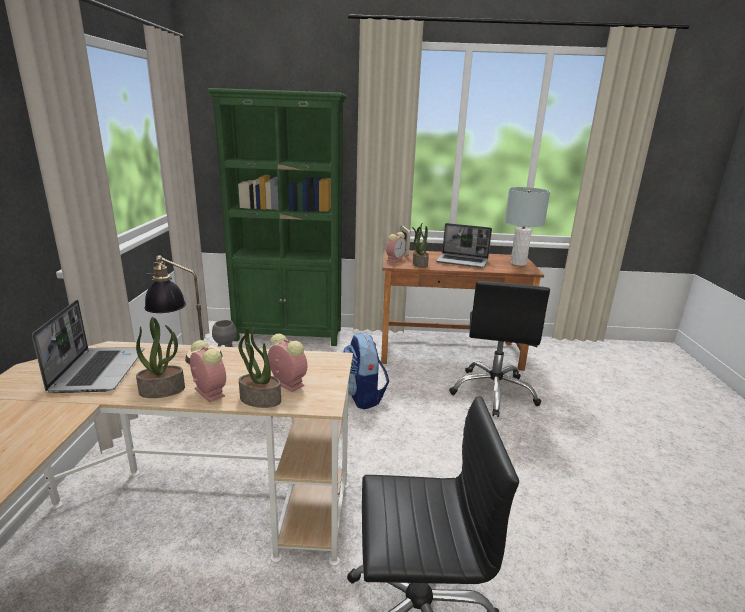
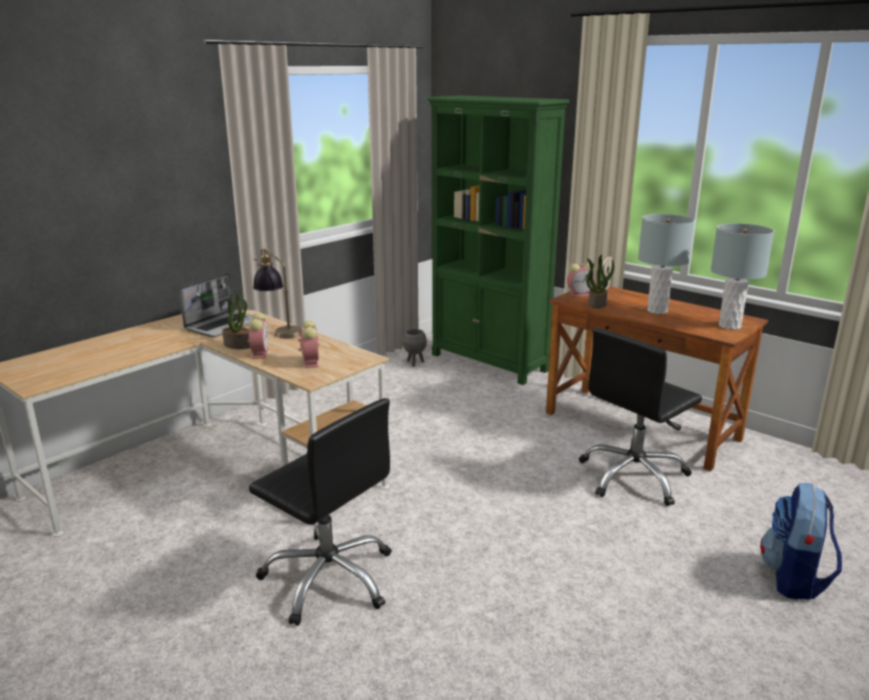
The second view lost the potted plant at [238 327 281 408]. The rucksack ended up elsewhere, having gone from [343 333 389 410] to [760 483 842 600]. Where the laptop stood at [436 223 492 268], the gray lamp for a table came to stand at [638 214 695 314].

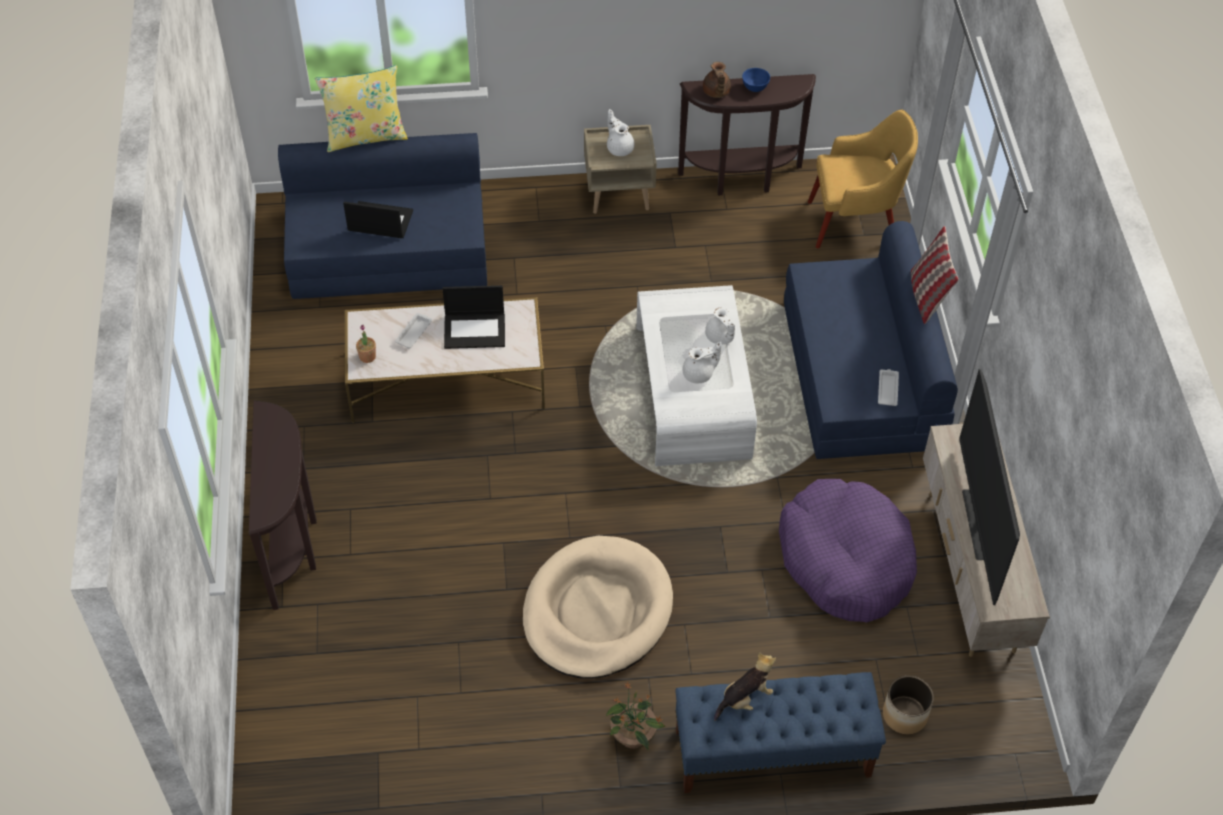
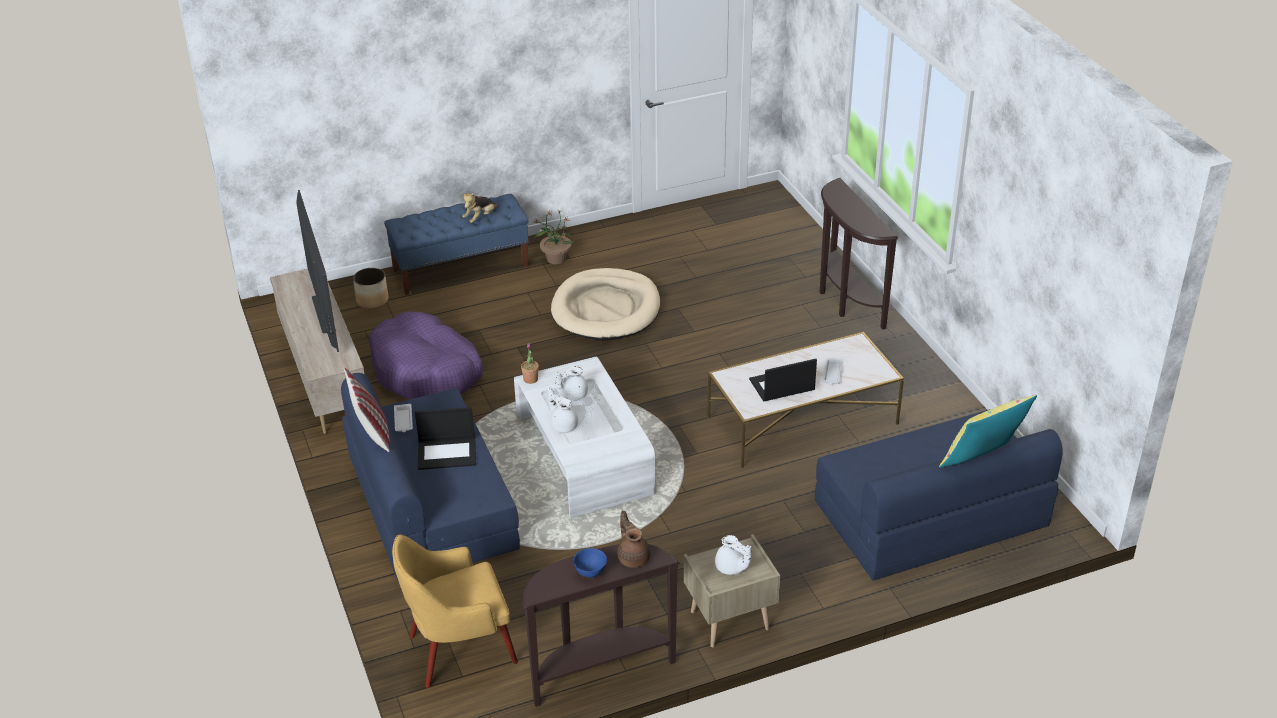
The laptop ended up elsewhere, having gone from [343 201 413 238] to [415 407 476 470]. The potted plant ended up elsewhere, having gone from [356 325 376 363] to [521 344 539 384].

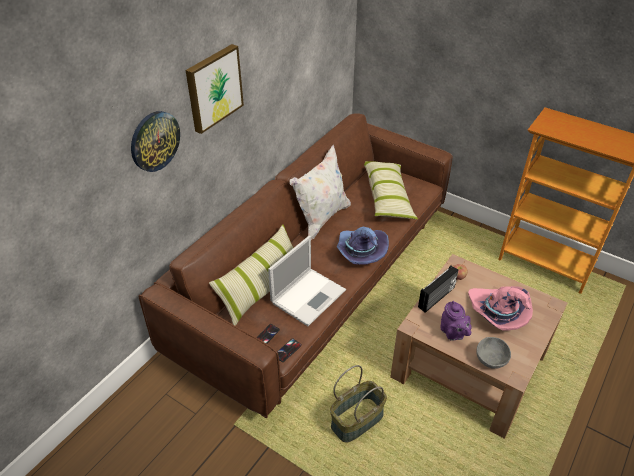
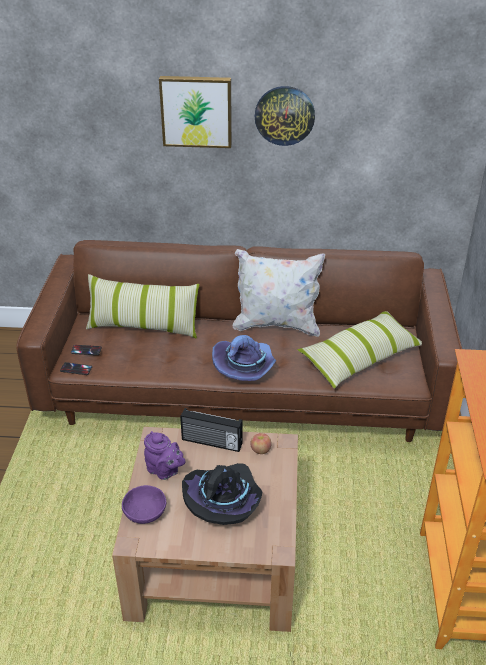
The wall clock ended up elsewhere, having gone from [131 111 180 172] to [255 86 315 146]. The second view lost the laptop at [268 236 346 326]. The second view lost the storage basket at [330 365 387 442]. The purple teapot at [440 301 471 341] ended up facing another way, 90 degrees counterclockwise from before. What was the pinkish hat at [468 286 533 331] turned into the black-coloured hat at [182 463 263 525]. What was the gray serving bowl at [476 337 511 369] turned into the purple serving bowl at [122 485 166 524].

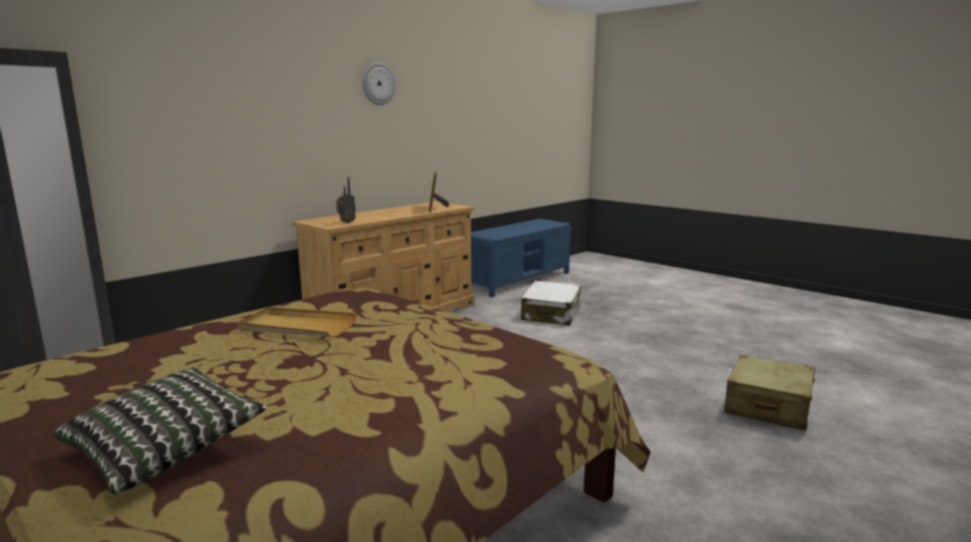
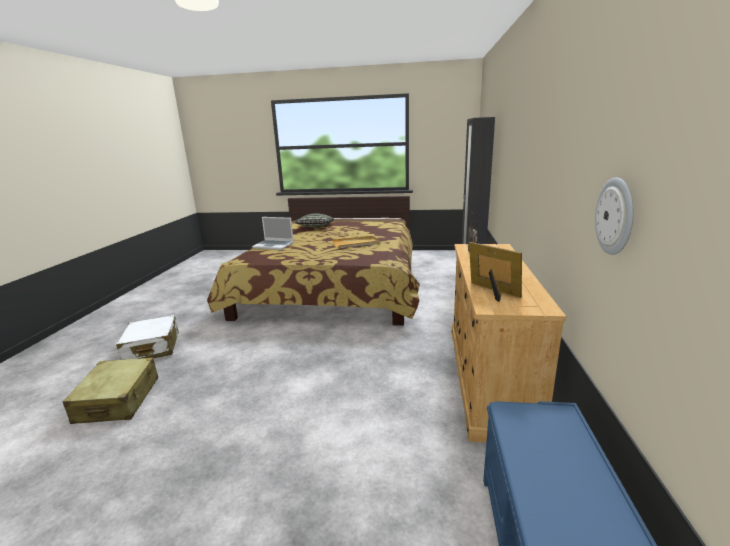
The wall clock ended up elsewhere, having gone from [362 62 396 105] to [595 177 634 255]. The white piece of luggage ended up elsewhere, having gone from [521 281 581 326] to [116 315 179 360]. The second view gained the laptop at [252 217 294 250].

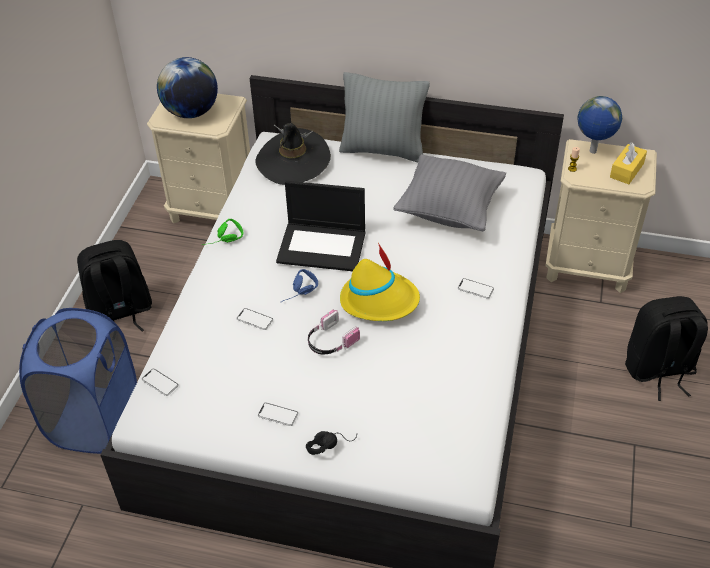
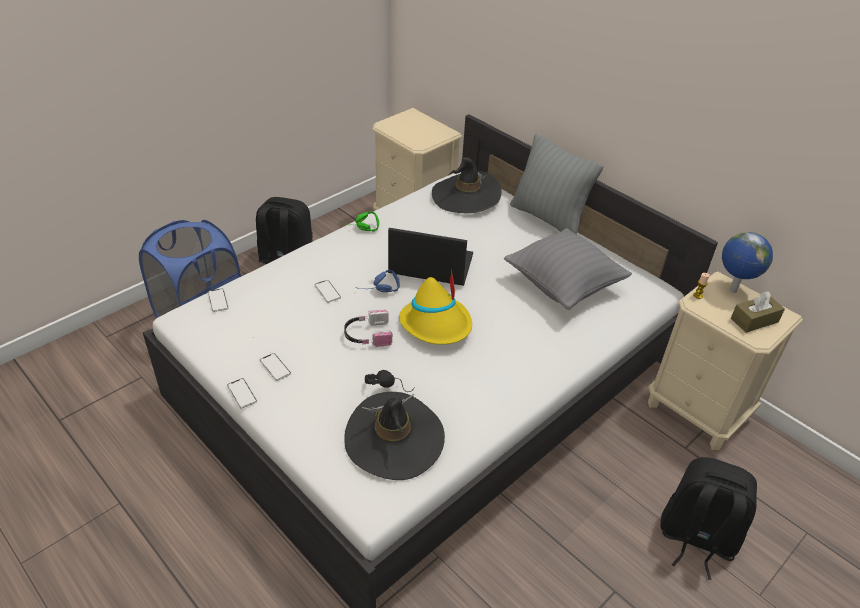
The second view lost the world globe at [157 57 218 118]. The laptop at [276 181 365 271] ended up facing another way, 150 degrees clockwise from before. The black-coloured headset ended up elsewhere, having gone from [306 431 357 455] to [365 370 415 392]. The phone ended up elsewhere, having gone from [458 278 494 299] to [227 378 257 409]. What was the yellow-coloured tissue box at [610 143 647 184] turned into the brownish tissue box at [731 291 785 333]. The second view gained the black-coloured hat at [344 392 445 480].

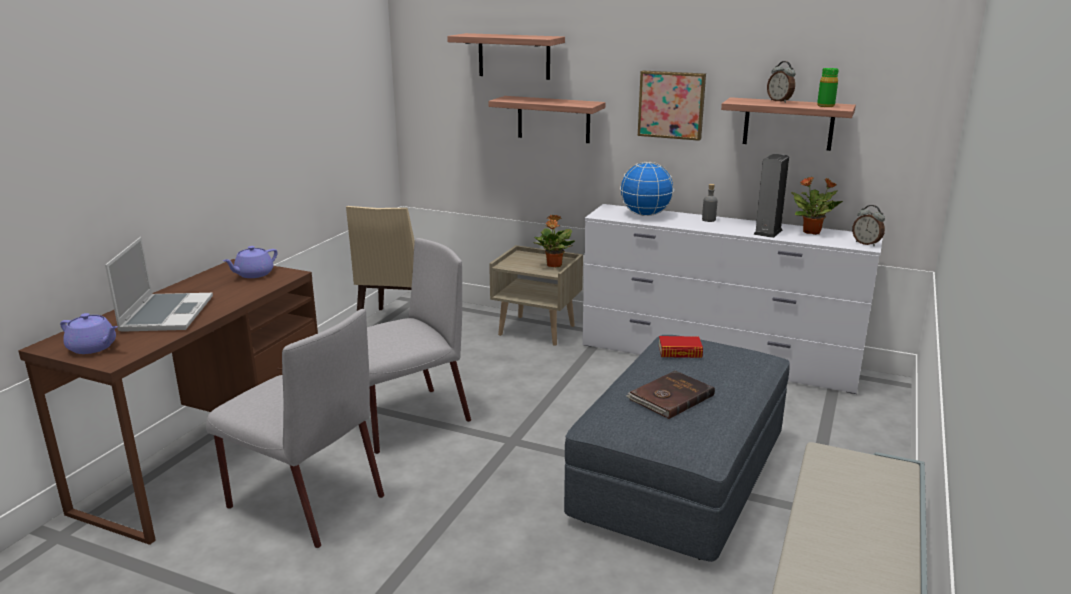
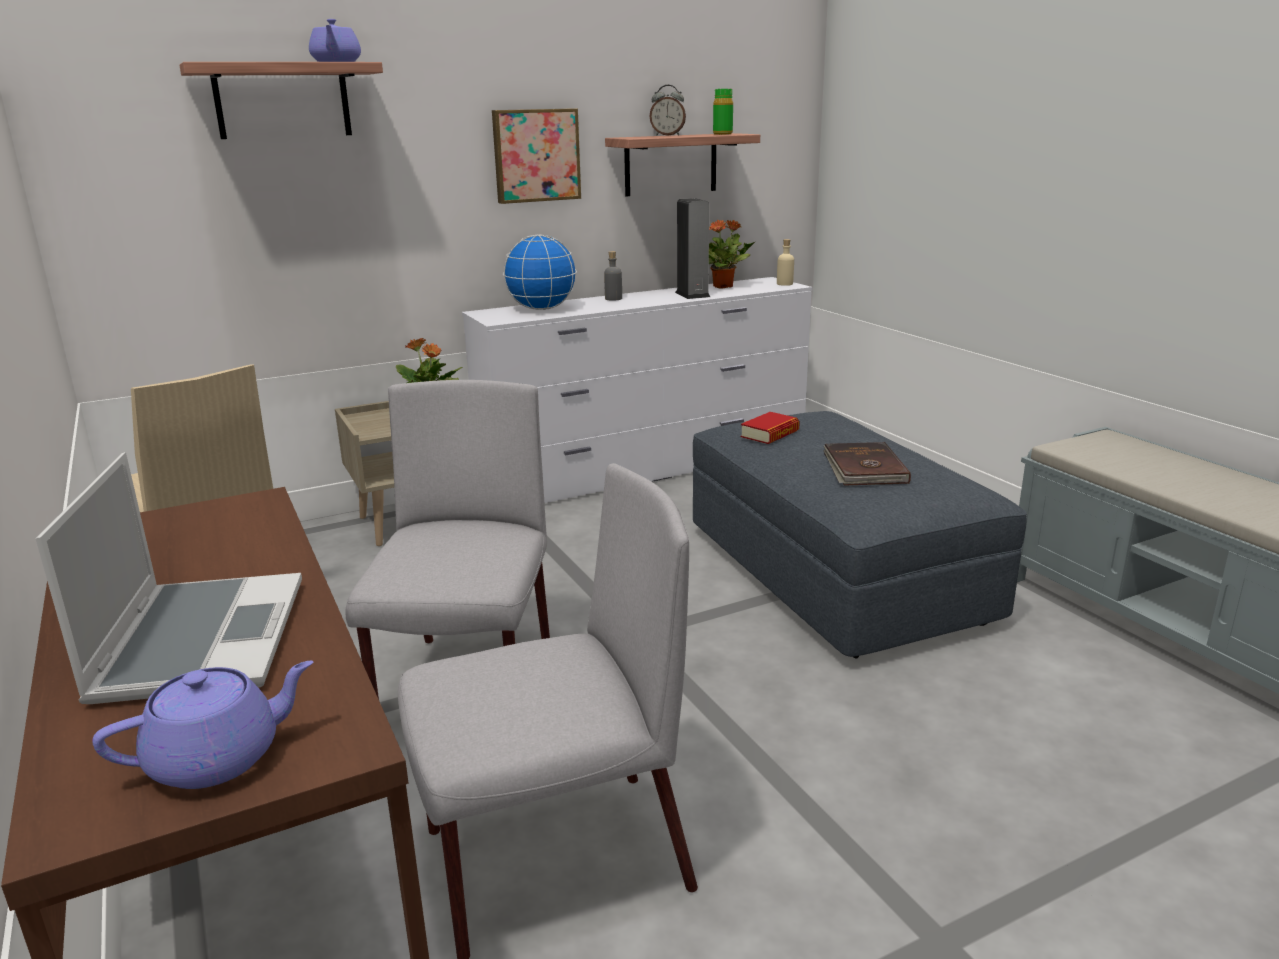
The laptop at [105 237 213 332] ended up facing another way, 45 degrees clockwise from before. The purple teapot ended up elsewhere, having gone from [223 246 278 278] to [309 19 361 62]. The second view lost the wall shelf at [488 96 605 143]. Where the bedside clock stood at [852 205 885 246], the sand-coloured bottle came to stand at [777 239 794 286].

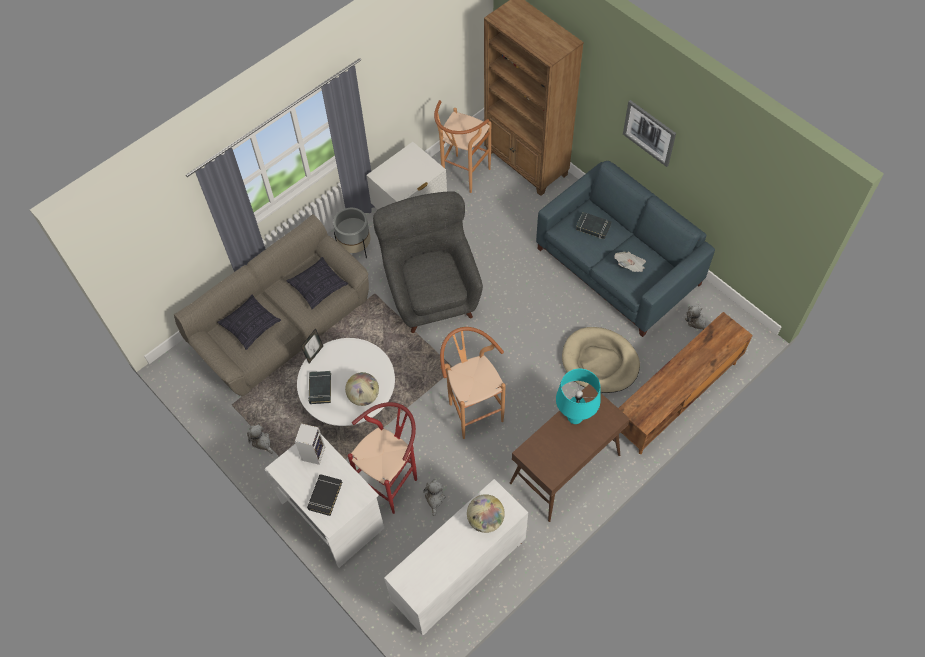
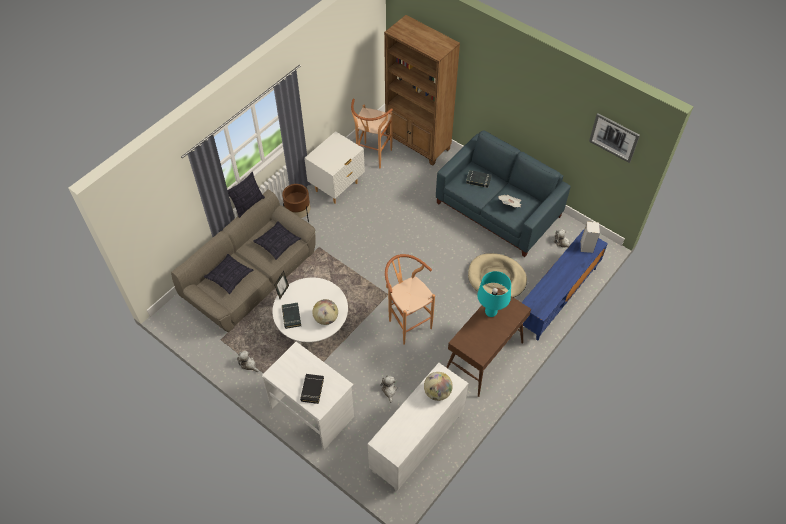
The loudspeaker ended up elsewhere, having gone from [295 423 325 465] to [581 221 600 253]. What was the gray planter at [333 208 370 258] turned into the brownish planter at [282 184 311 222]. The second view lost the red stool at [348 402 417 514]. The second view lost the gray lounge chair at [373 191 483 333]. What was the brownish tv unit at [618 312 753 454] turned into the blue tv unit at [521 229 608 341]. The wall picture ended up elsewhere, having gone from [623 100 676 167] to [589 113 640 163]. The second view gained the pillow at [228 172 265 218].

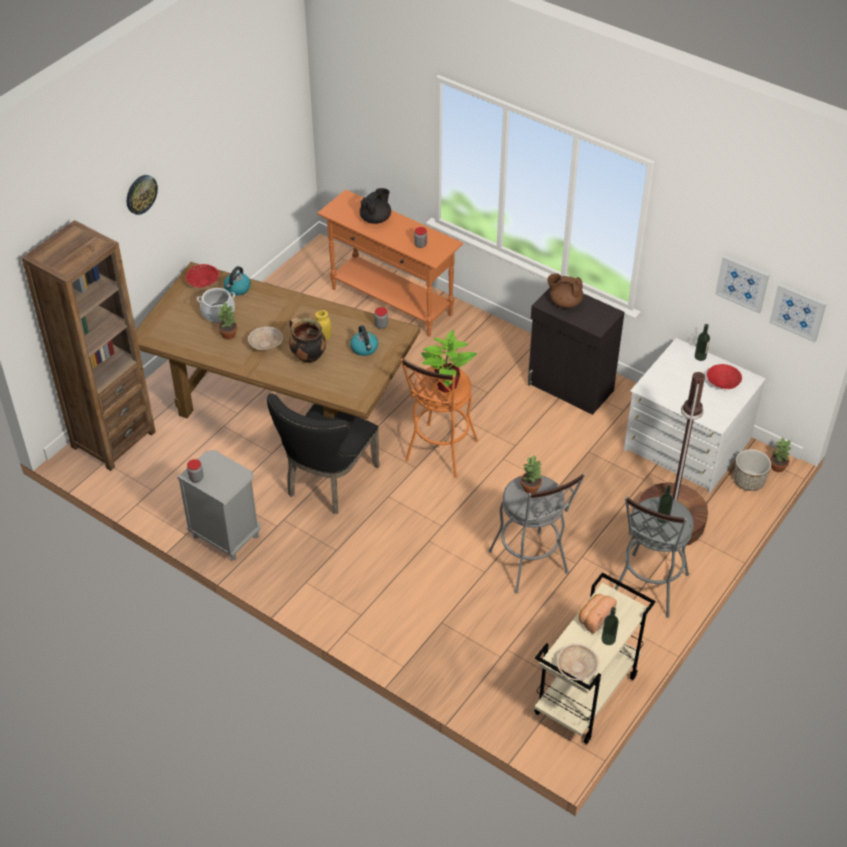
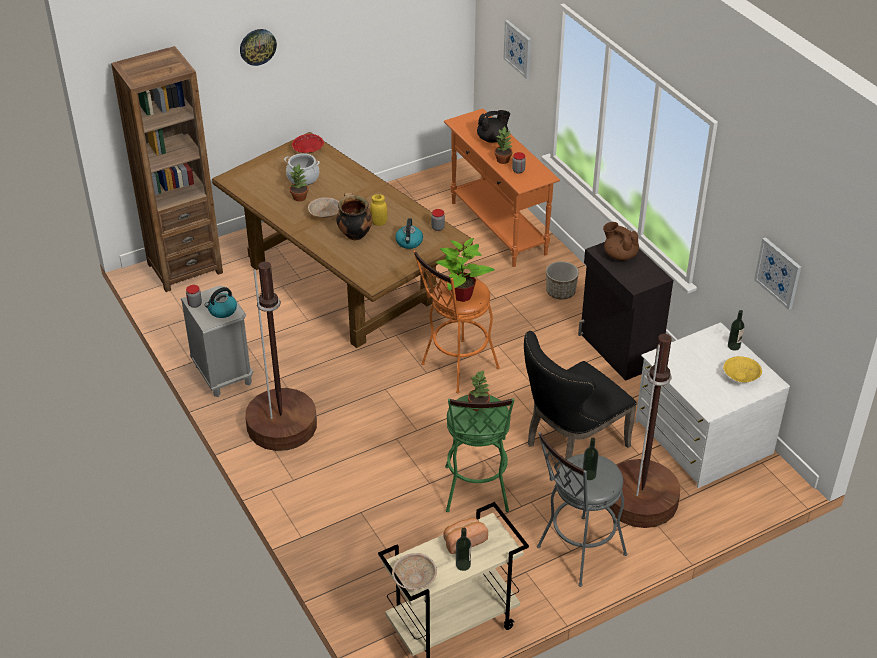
The kettle ended up elsewhere, having gone from [224 266 251 296] to [205 287 237 318]. The black-coloured plain chair ended up elsewhere, having gone from [267 393 380 514] to [524 331 637 460]. What was the gray stool at [489 473 585 594] turned into the greenish stool at [445 395 514 512]. What was the red serving bowl at [707 364 742 389] turned into the yellow-coloured serving bowl at [723 356 762 383]. The planter ended up elsewhere, having gone from [734 449 771 491] to [546 261 579 300]. The wall picture ended up elsewhere, having gone from [769 284 826 342] to [504 20 531 79]. The potted plant ended up elsewhere, having gone from [770 437 791 472] to [494 127 512 164]. The second view gained the brownish standing lamp at [245 261 317 451].

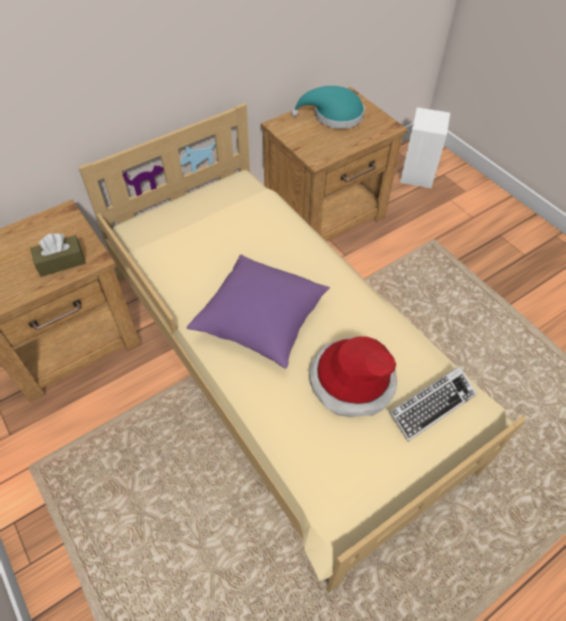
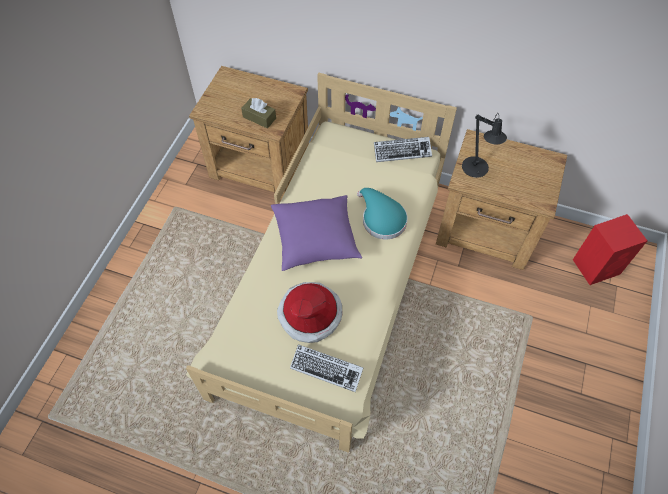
The blue-green hat ended up elsewhere, having gone from [291 86 365 129] to [357 188 408 240]. What was the white loudspeaker at [400 107 450 188] turned into the red loudspeaker at [573 214 647 285]. The second view gained the PC keyboard at [374 137 432 162]. The second view gained the black-coloured lamp for a table at [462 113 507 178].

